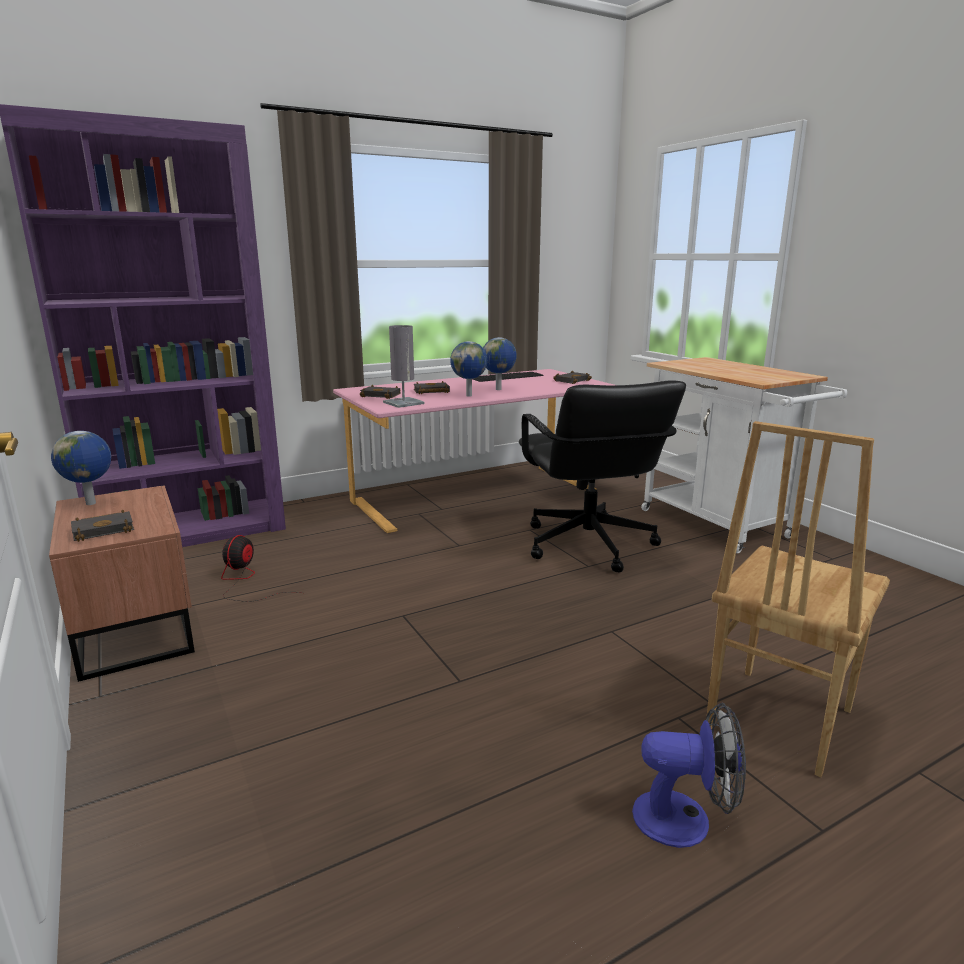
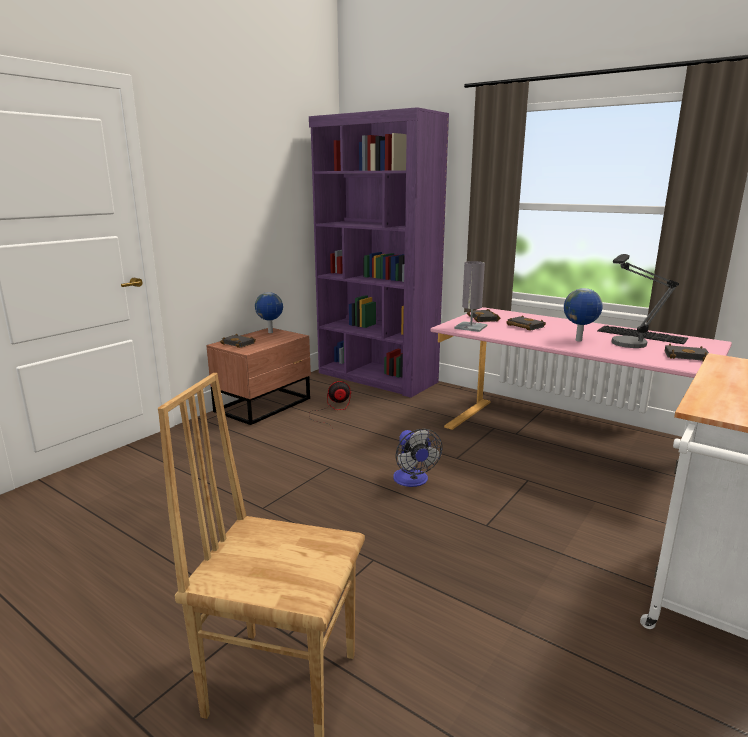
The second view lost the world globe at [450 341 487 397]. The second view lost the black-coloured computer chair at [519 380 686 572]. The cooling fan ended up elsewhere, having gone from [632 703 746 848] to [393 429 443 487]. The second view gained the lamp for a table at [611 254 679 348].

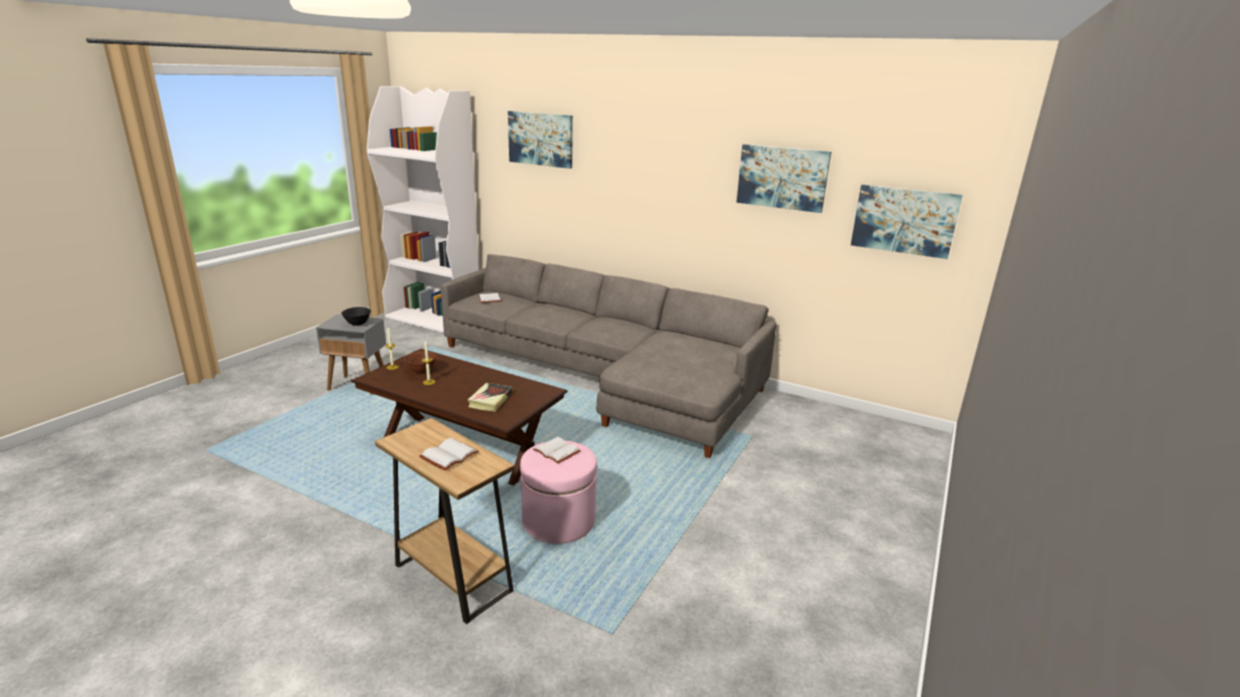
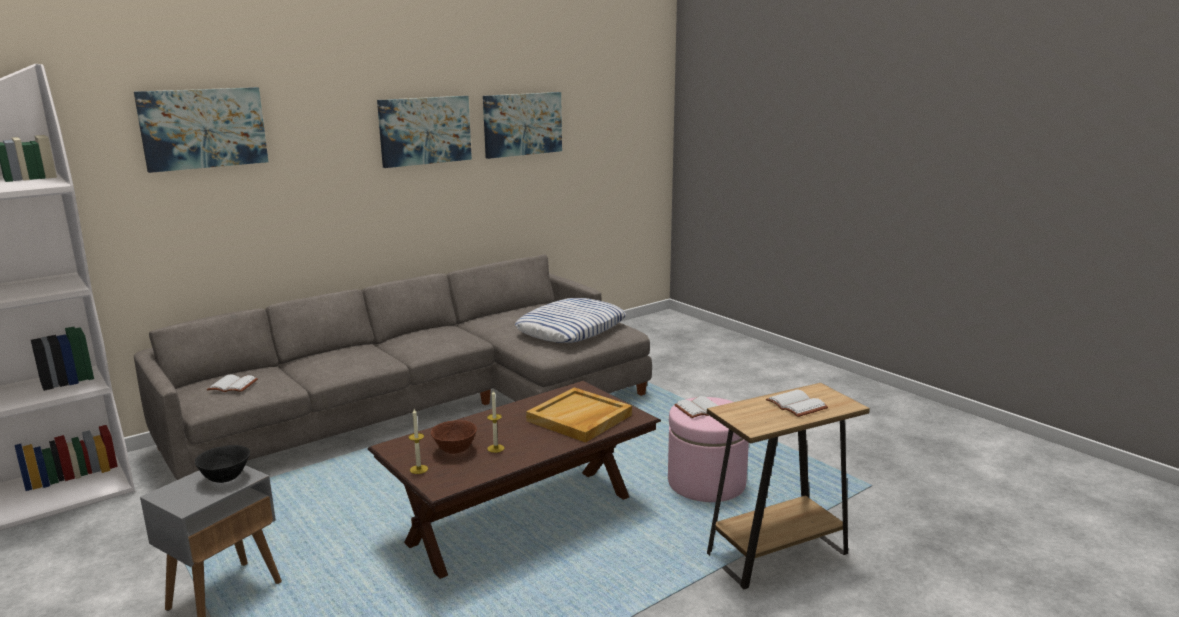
Where the book stood at [468 383 512 412], the sand-coloured carrying tray came to stand at [526 387 632 443]. The wall picture ended up elsewhere, having gone from [851 184 963 259] to [377 96 472 168]. The second view gained the pillow at [515 298 626 343].

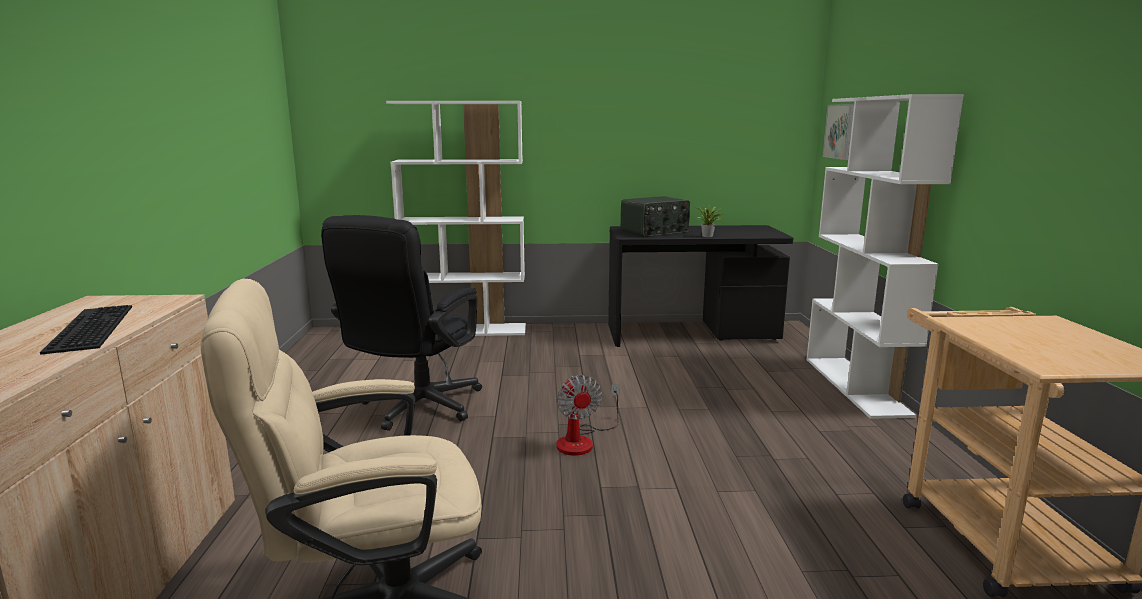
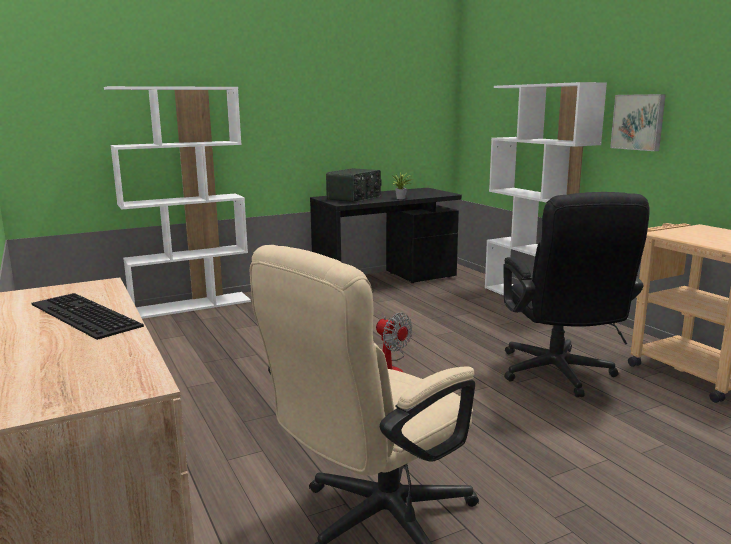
The black-coloured computer chair ended up elsewhere, having gone from [321 215 482 431] to [503 192 650 397]. The wall picture ended up elsewhere, having gone from [823 104 854 160] to [610 94 666 151].

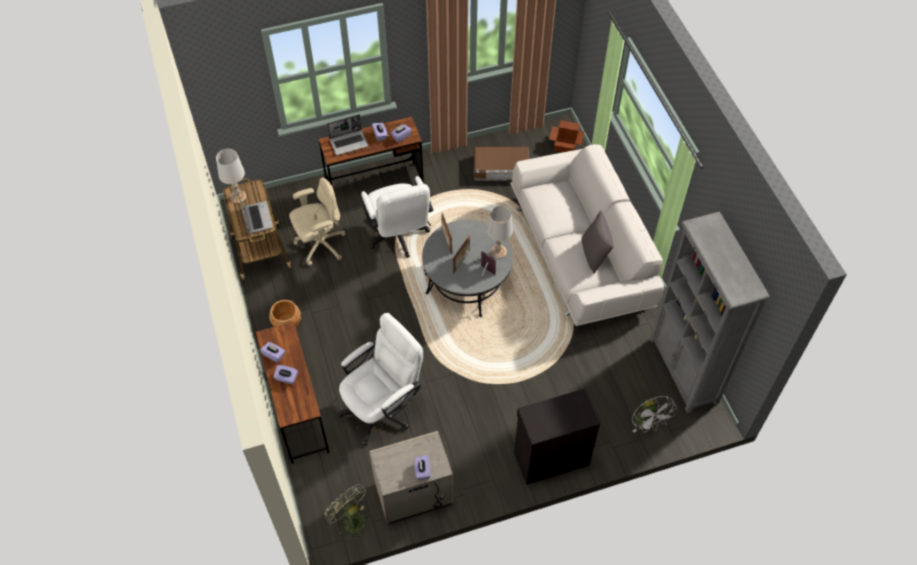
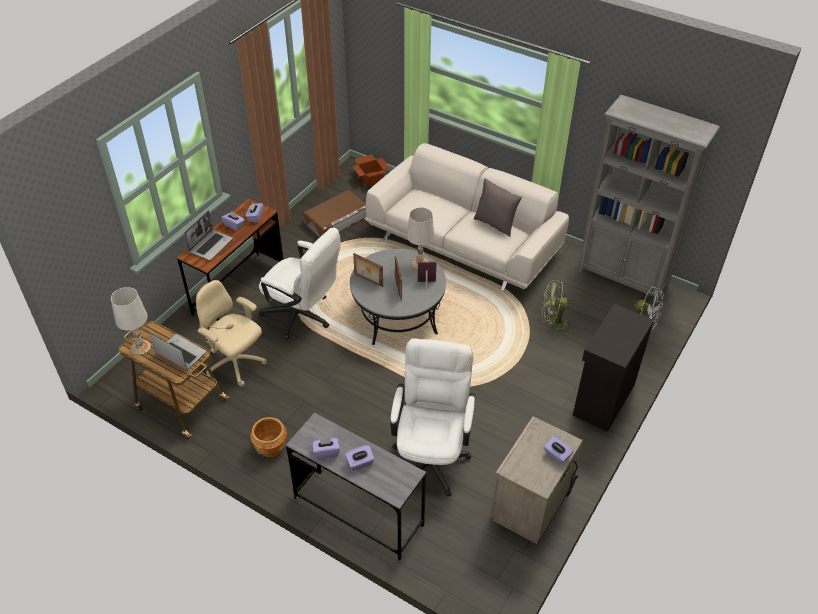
What was the brownish desk table at [256 322 330 464] turned into the gray desk table at [286 413 426 560]. The sand-coloured computer chair at [289 178 346 266] ended up facing another way, 75 degrees counterclockwise from before. The greenish cooling fan ended up elsewhere, having gone from [325 484 366 540] to [541 280 573 336].

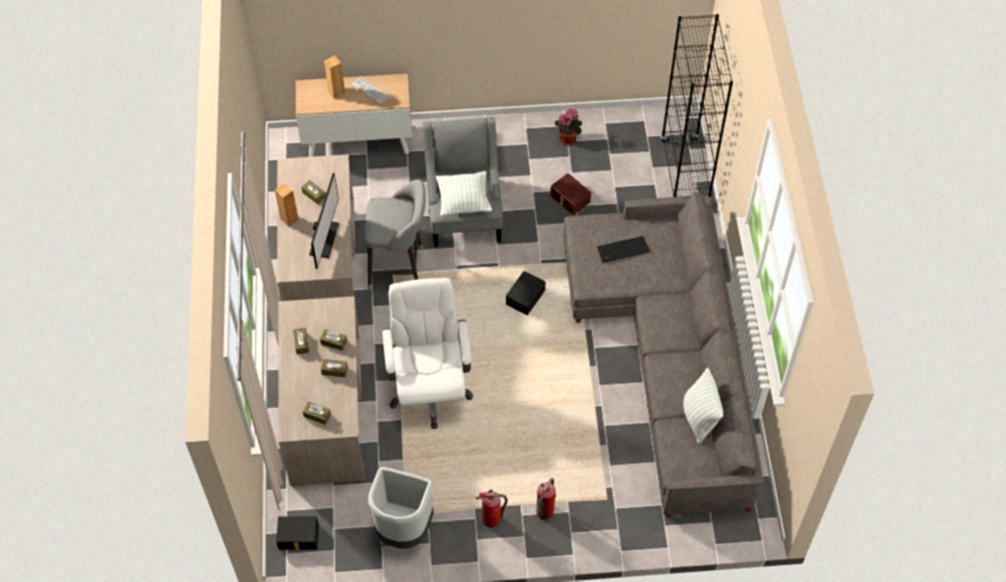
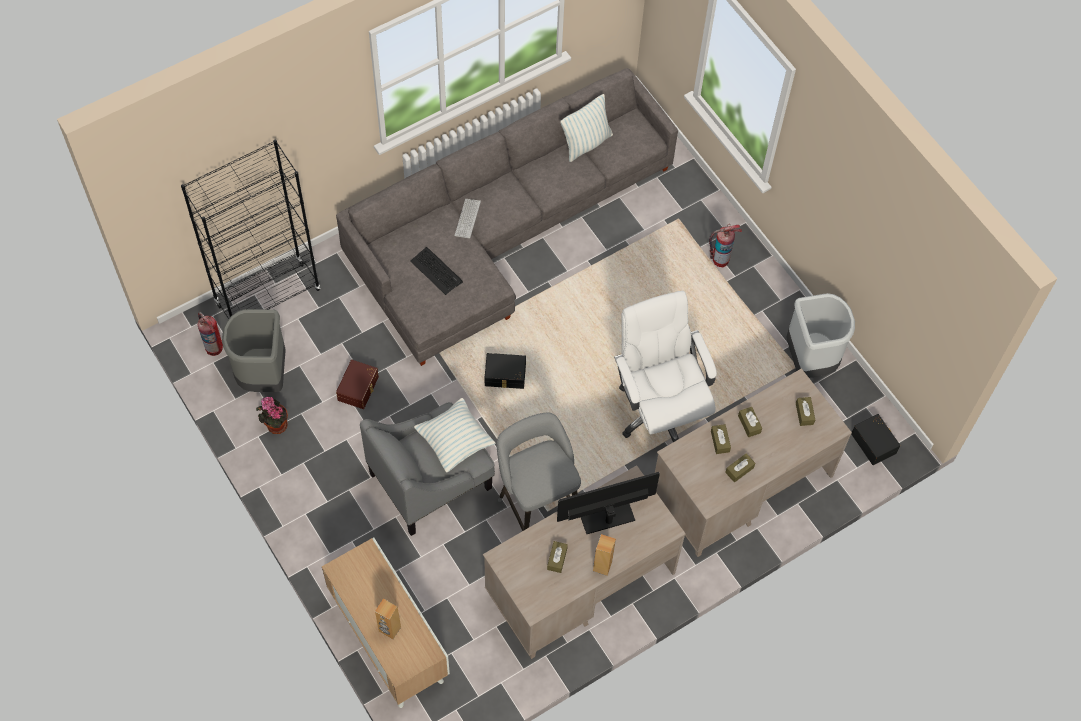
The PC keyboard ended up elsewhere, having gone from [351 77 390 104] to [455 199 481 239]. The white computer chair at [382 278 473 429] ended up facing another way, 105 degrees clockwise from before. The extinguisher ended up elsewhere, having gone from [476 490 508 528] to [198 312 223 356]. The second view gained the gray trash can at [222 309 285 392].

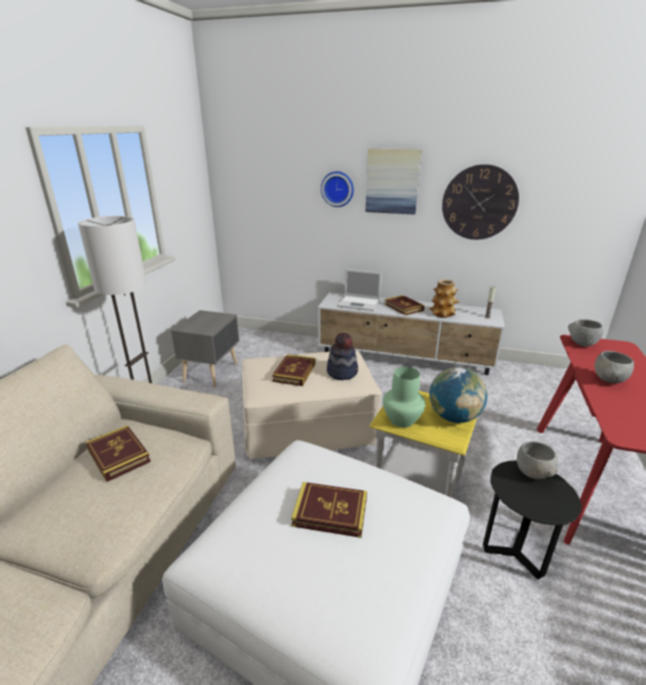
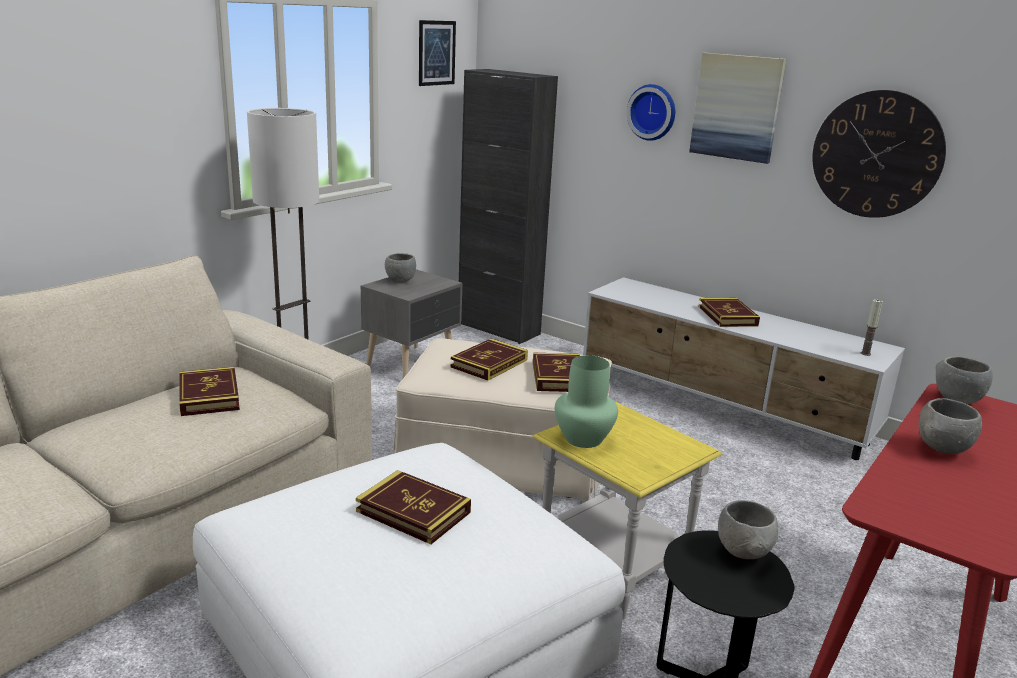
Where the hat stood at [327 332 358 380], the book came to stand at [533 352 580 392]. The second view lost the laptop at [337 269 382 311]. The second view lost the decorative vase at [429 279 459 318]. The second view lost the world globe at [429 367 487 423]. The second view gained the gray serving bowl at [385 253 416 283]. The second view gained the wall picture at [419 20 456 86]. The second view gained the black-coloured cupboard at [459 69 558 344].

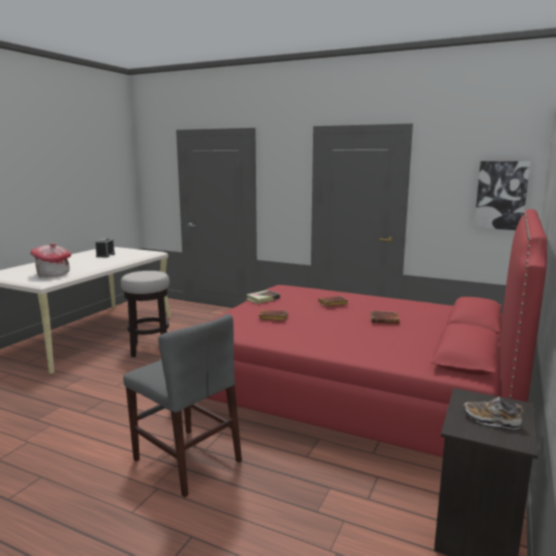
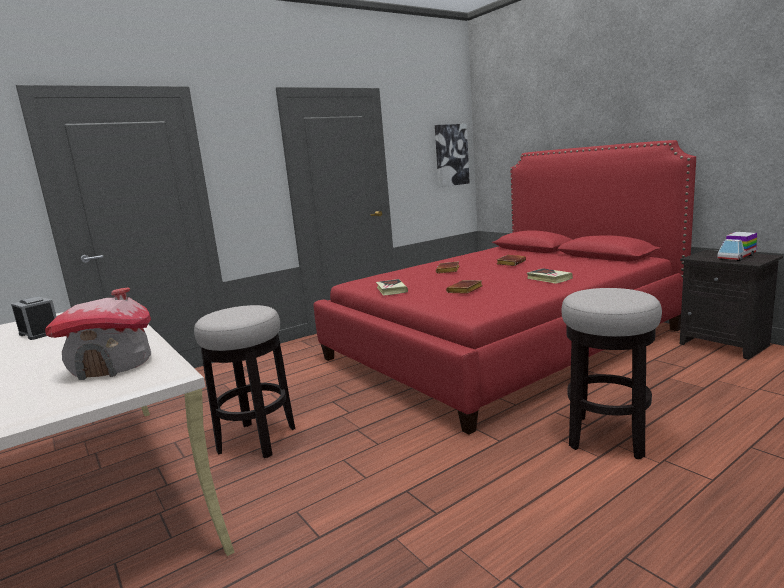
Where the gray plain chair stood at [123 314 242 497], the stool came to stand at [561 288 662 459]. Where the low shoe stood at [463 397 524 429], the toy truck came to stand at [717 232 757 261]. The second view gained the book at [527 268 573 284].

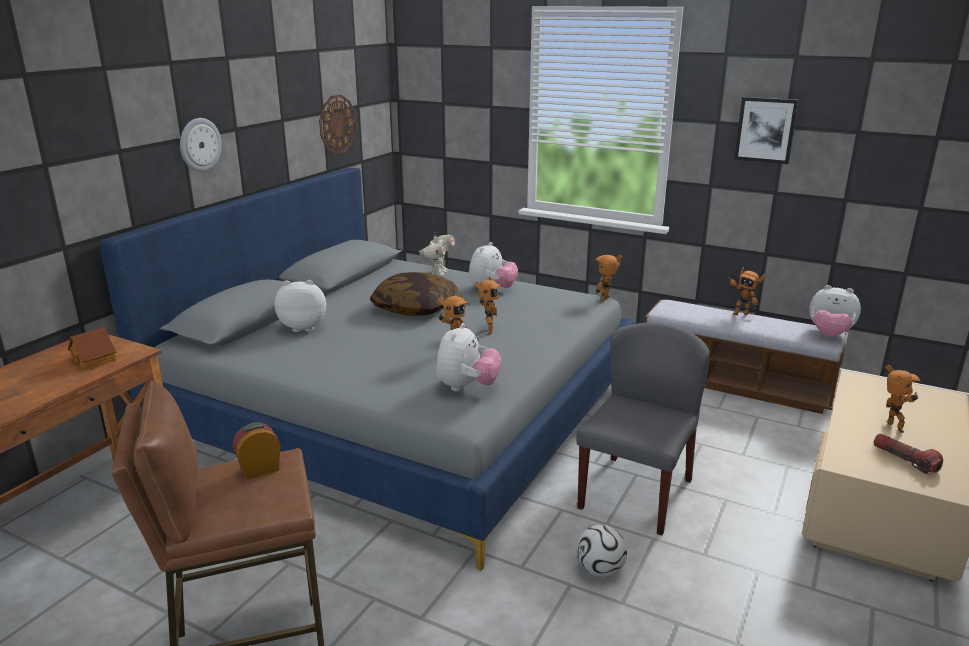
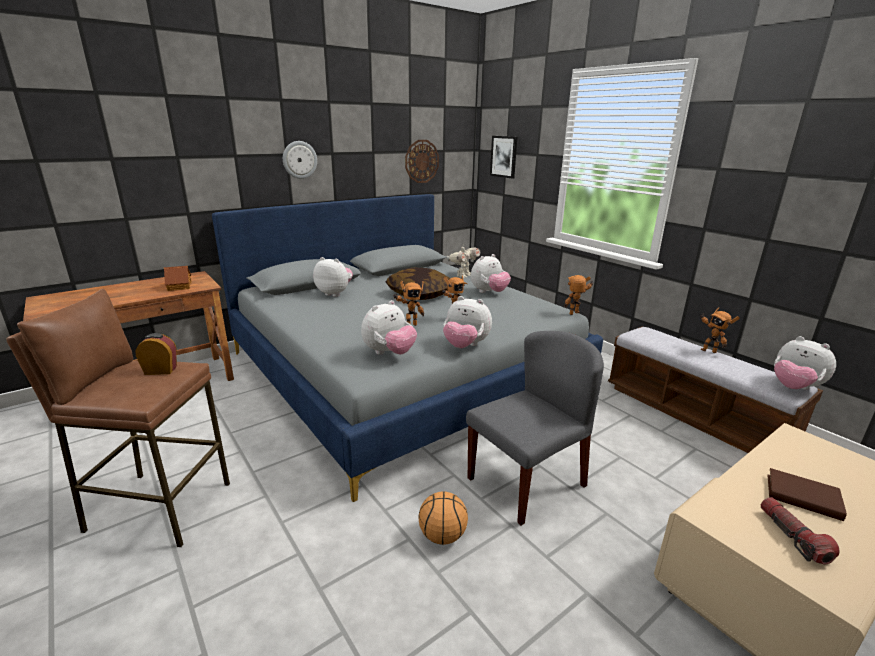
Where the football ball stood at [576 525 627 577], the ball for basketball came to stand at [418 491 468 545]. The wall picture ended up elsewhere, having gone from [734 97 799 164] to [490 136 517 179]. Where the robot figure stood at [885 365 920 433], the brownish book came to stand at [768 468 847 521]. The second view gained the plush toy at [443 296 492 348].

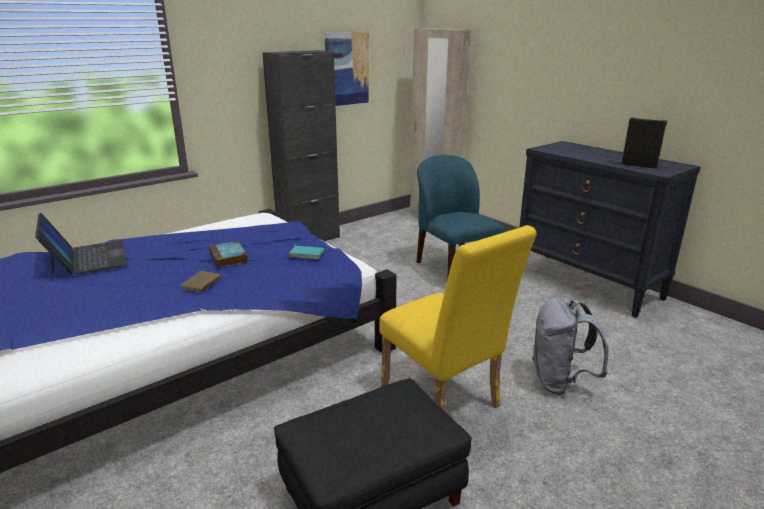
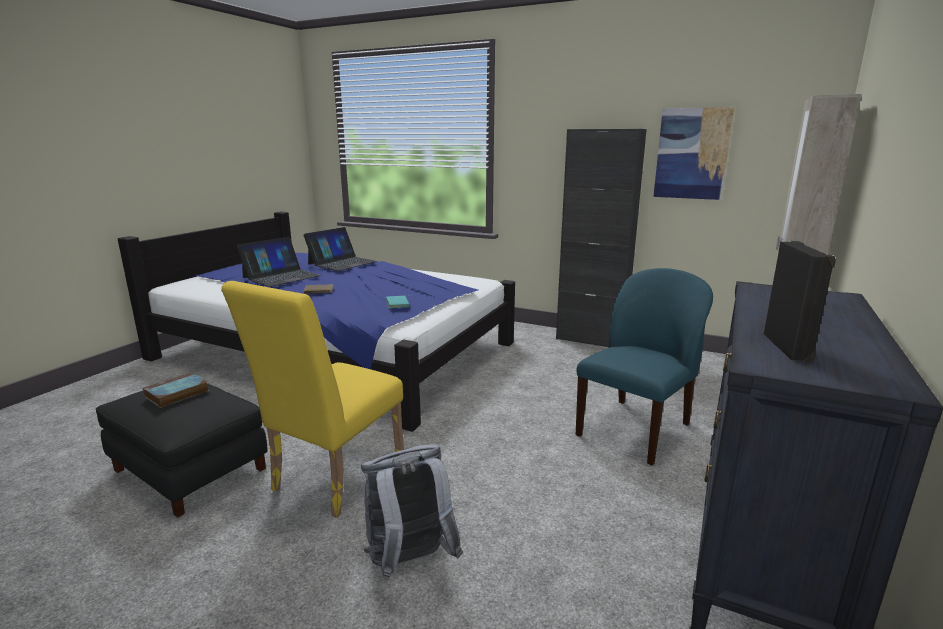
The book ended up elsewhere, having gone from [209 241 248 268] to [143 372 210 408]. The second view gained the laptop at [237 237 321 287].

